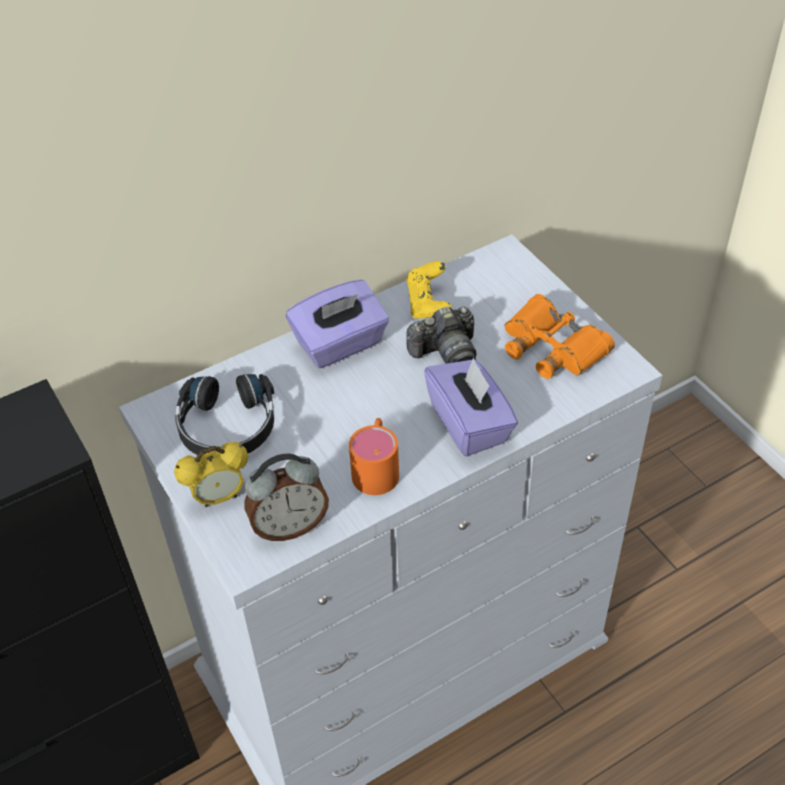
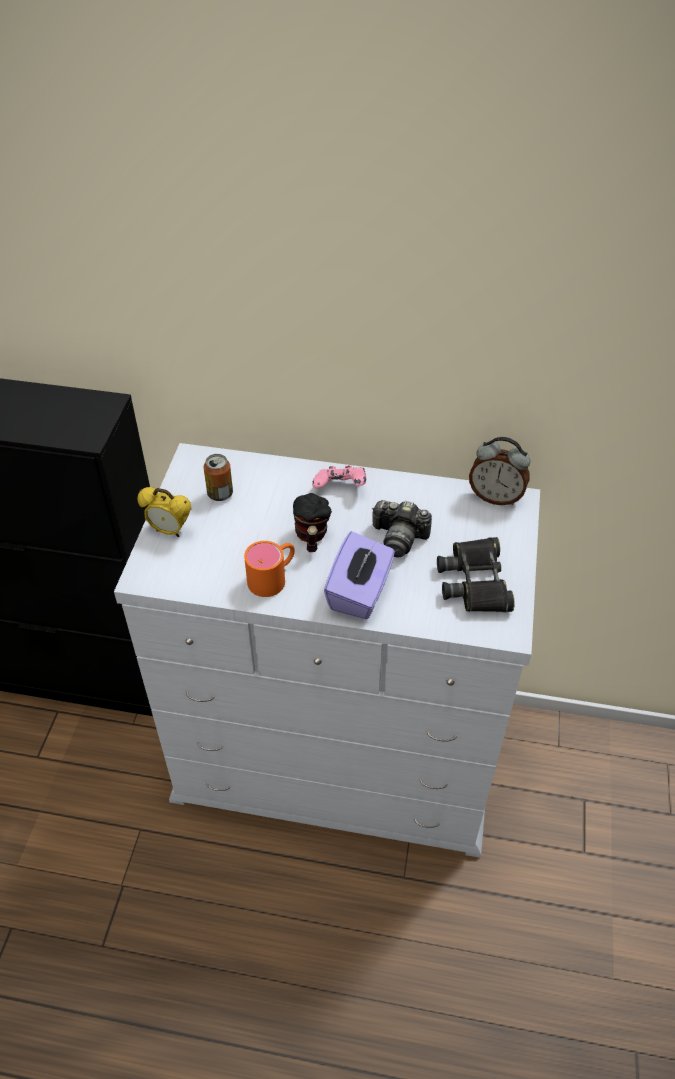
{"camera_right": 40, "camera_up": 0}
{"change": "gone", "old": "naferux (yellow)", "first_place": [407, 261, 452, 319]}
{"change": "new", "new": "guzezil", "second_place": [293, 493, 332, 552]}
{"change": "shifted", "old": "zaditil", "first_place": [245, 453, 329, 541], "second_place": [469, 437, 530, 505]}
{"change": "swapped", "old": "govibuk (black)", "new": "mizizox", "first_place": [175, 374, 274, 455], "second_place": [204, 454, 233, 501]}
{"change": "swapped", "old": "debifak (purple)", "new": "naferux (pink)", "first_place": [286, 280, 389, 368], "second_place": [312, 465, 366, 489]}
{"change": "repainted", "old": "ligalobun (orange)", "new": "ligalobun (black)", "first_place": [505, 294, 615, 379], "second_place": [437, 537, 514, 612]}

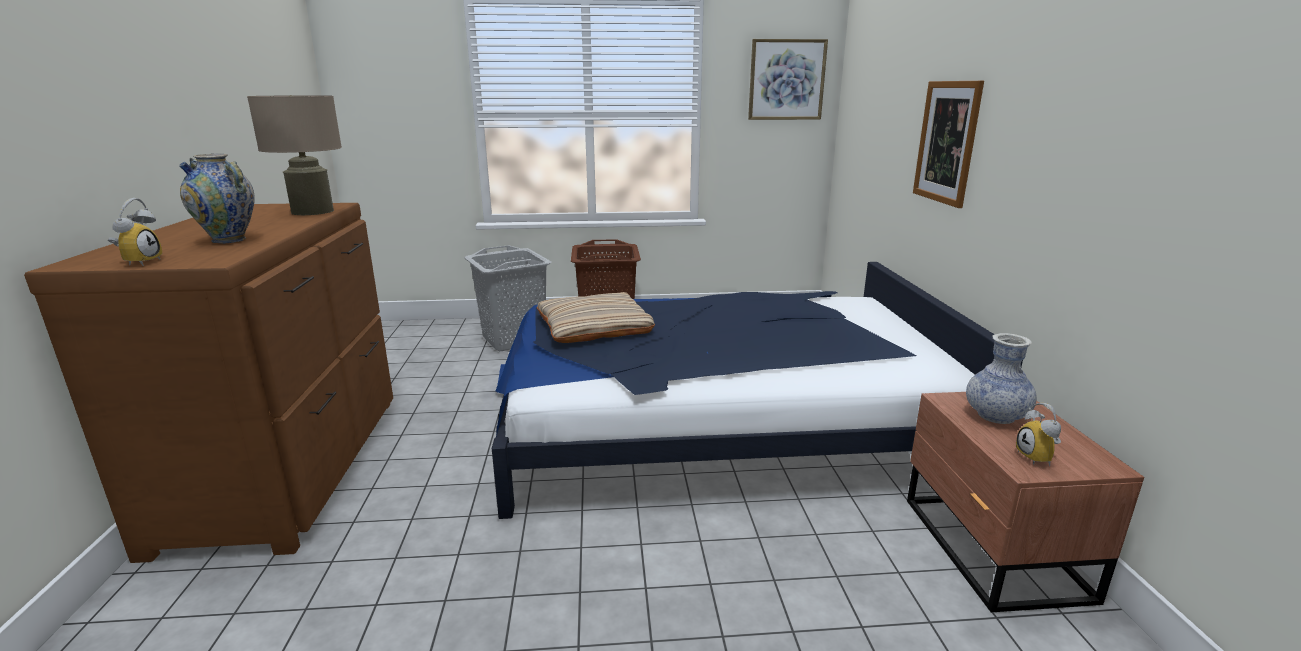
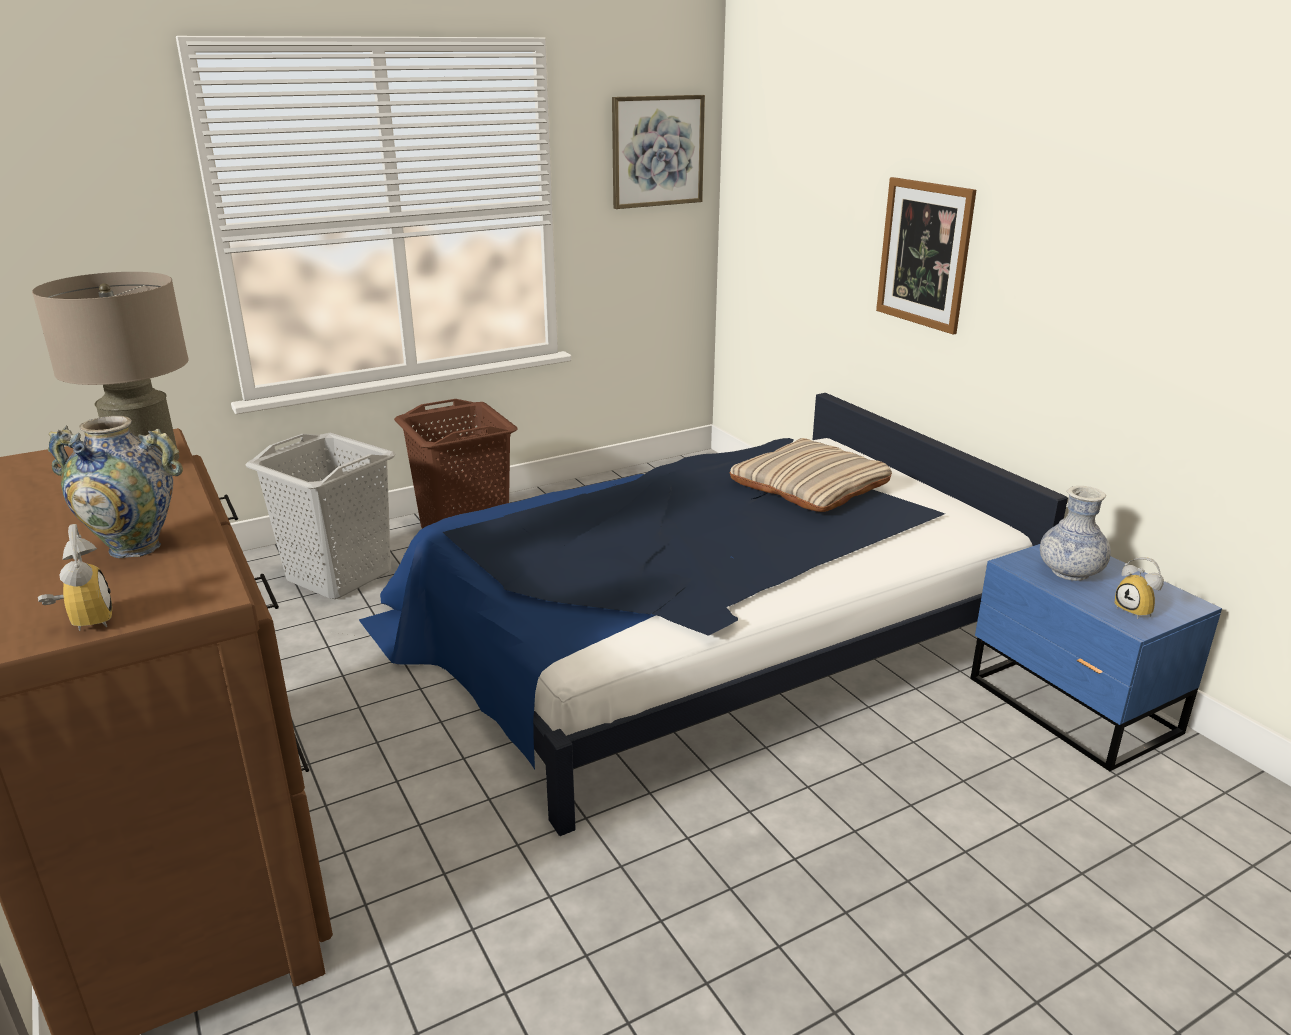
{"camera_right": -25, "camera_up": 5}
{"change": "shifted", "old": "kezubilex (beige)", "first_place": [537, 292, 655, 343], "second_place": [729, 438, 892, 512]}
{"change": "repainted", "old": "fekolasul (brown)", "new": "fekolasul (blue)", "first_place": [907, 392, 1144, 612], "second_place": [970, 544, 1222, 771]}

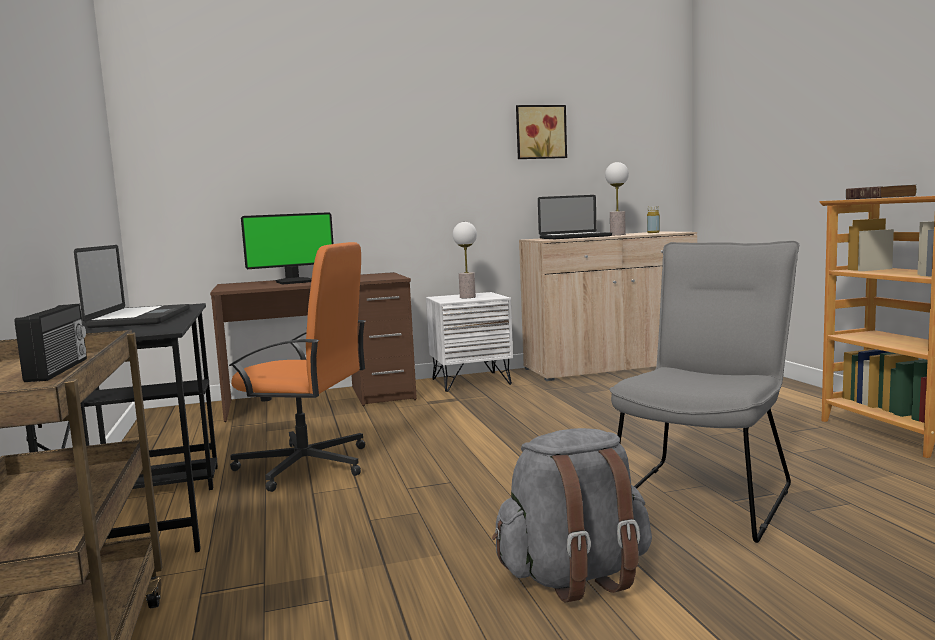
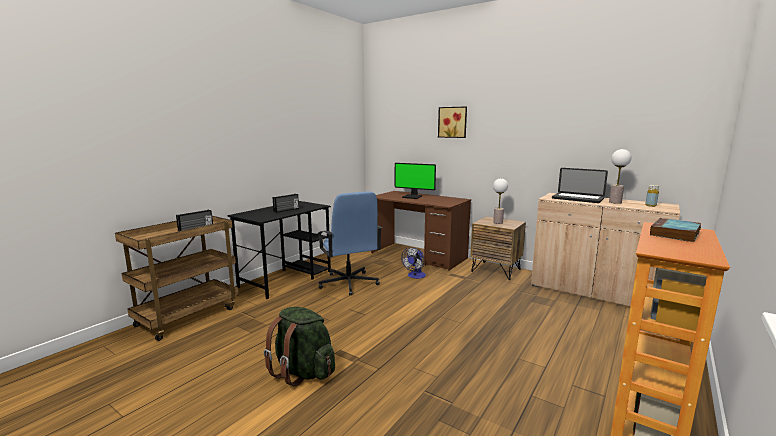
{"camera_right": 50, "camera_up": 5}
{"change": "gone", "old": "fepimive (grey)", "first_place": [609, 241, 799, 543]}
{"change": "new", "new": "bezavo", "second_place": [401, 247, 426, 279]}
{"change": "shifted", "old": "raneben", "first_place": [516, 105, 567, 159], "second_place": [438, 106, 467, 138]}
{"change": "swapped", "old": "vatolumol", "new": "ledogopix", "first_place": [74, 245, 189, 328], "second_place": [273, 194, 299, 213]}
{"change": "repainted", "old": "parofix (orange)", "new": "parofix (blue)", "first_place": [229, 242, 366, 492], "second_place": [317, 191, 382, 295]}
{"change": "repainted", "old": "fekolasul (white)", "new": "fekolasul (brown)", "first_place": [426, 292, 513, 392], "second_place": [470, 216, 526, 280]}
{"change": "repainted", "old": "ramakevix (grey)", "new": "ramakevix (green)", "first_place": [492, 428, 652, 602], "second_place": [264, 307, 335, 387]}

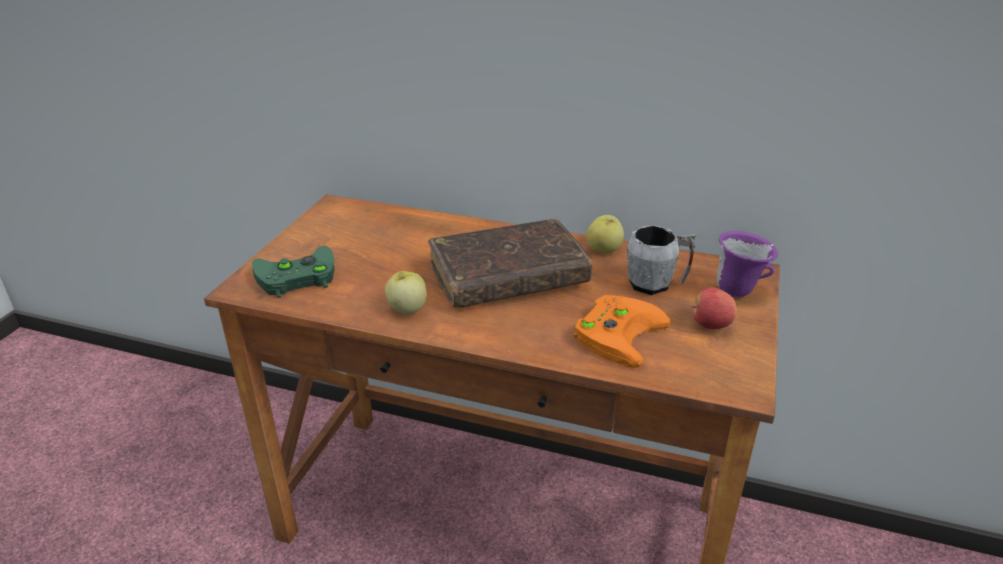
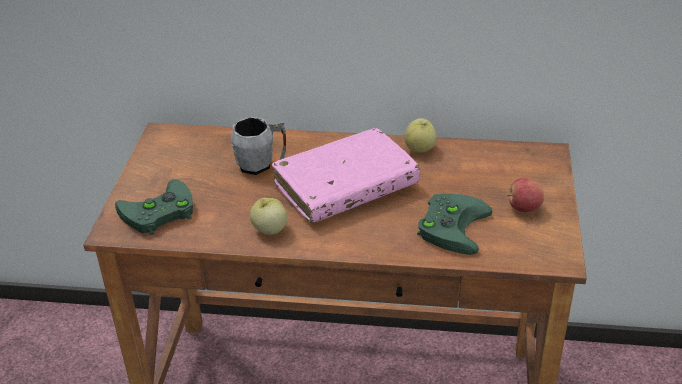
{"camera_right": -10, "camera_up": 5}
{"change": "gone", "old": "guzezil (purple)", "first_place": [717, 231, 778, 298]}
{"change": "shifted", "old": "guzezil (grey)", "first_place": [627, 225, 697, 295], "second_place": [231, 117, 286, 175]}
{"change": "repainted", "old": "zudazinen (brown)", "new": "zudazinen (pink)", "first_place": [428, 219, 593, 308], "second_place": [272, 128, 420, 223]}
{"change": "repainted", "old": "naferux (orange)", "new": "naferux (green)", "first_place": [574, 295, 670, 368], "second_place": [417, 194, 492, 255]}

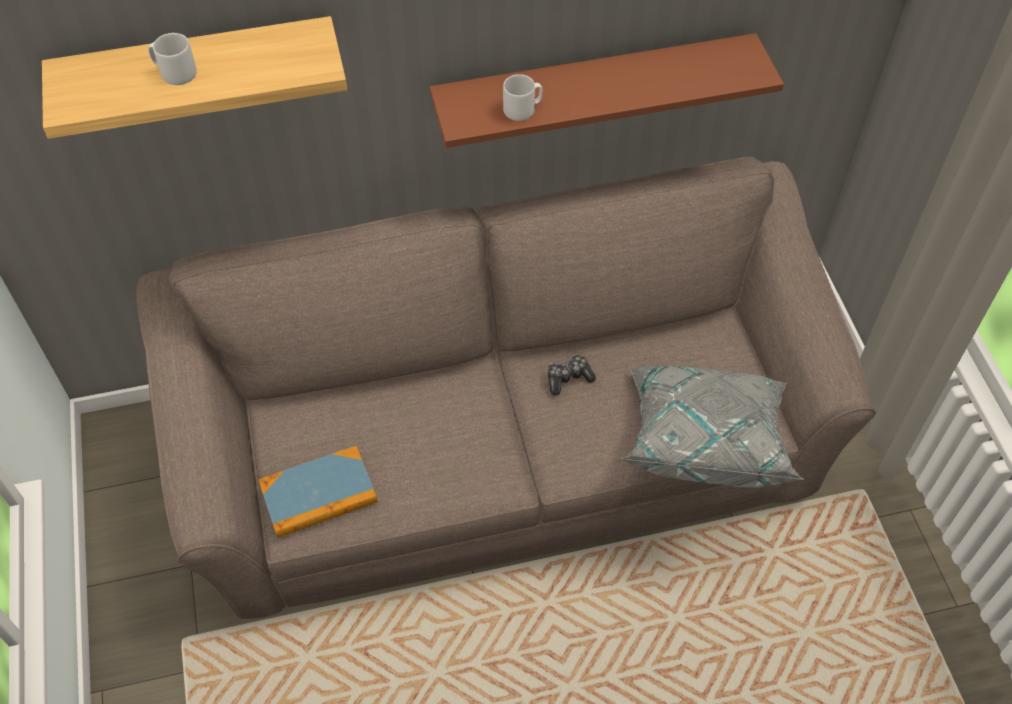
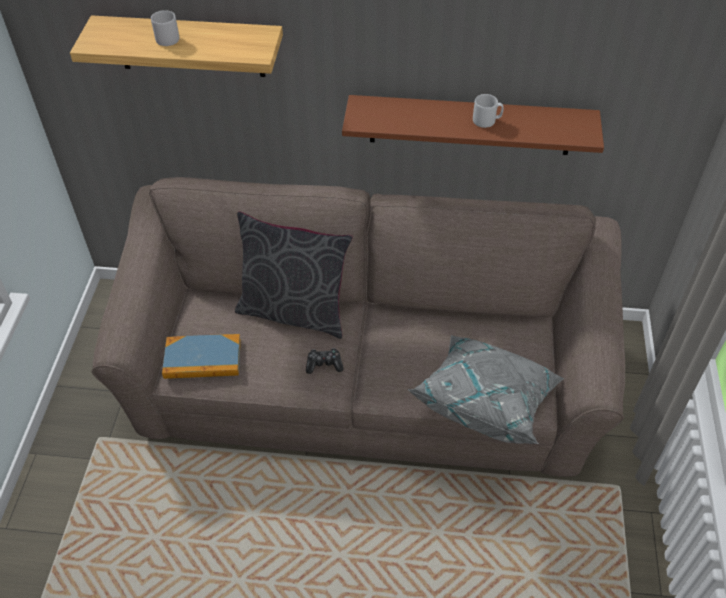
{"camera_right": 20, "camera_up": -5}
{"change": "new", "new": "kezubilex (grey)", "second_place": [235, 211, 352, 339]}
{"change": "shifted", "old": "guzezil (grey)", "first_place": [503, 74, 543, 121], "second_place": [473, 94, 504, 128]}
{"change": "shifted", "old": "naferux", "first_place": [548, 354, 596, 396], "second_place": [306, 348, 344, 374]}

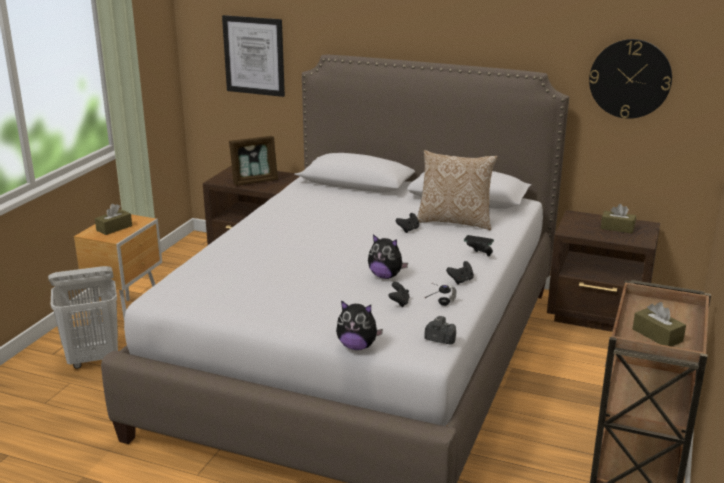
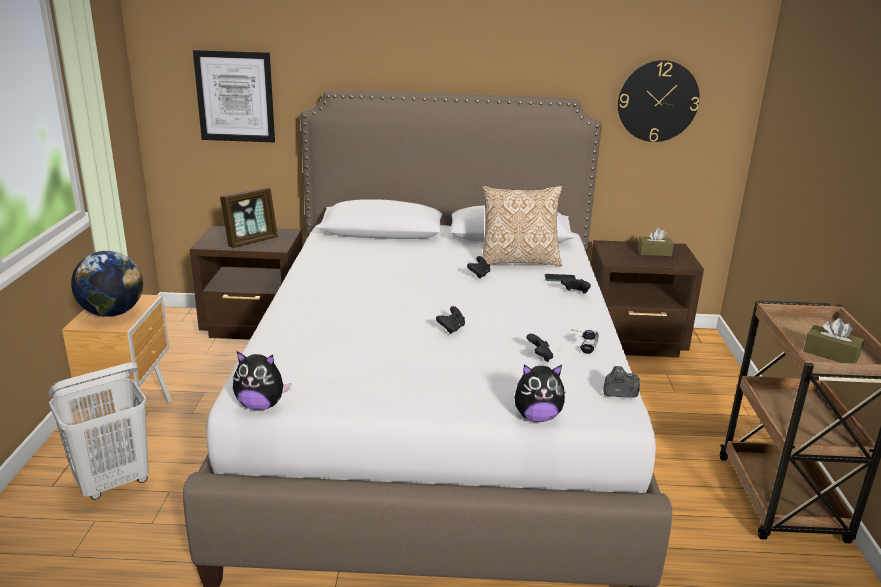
{"camera_right": -20, "camera_up": 0}
{"change": "shifted", "old": "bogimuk", "first_place": [368, 234, 408, 279], "second_place": [233, 351, 291, 411]}
{"change": "shifted", "old": "naferux (black)", "first_place": [446, 261, 474, 285], "second_place": [436, 306, 465, 334]}
{"change": "swapped", "old": "debifak (brown)", "new": "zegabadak", "first_place": [95, 204, 132, 235], "second_place": [71, 251, 143, 317]}

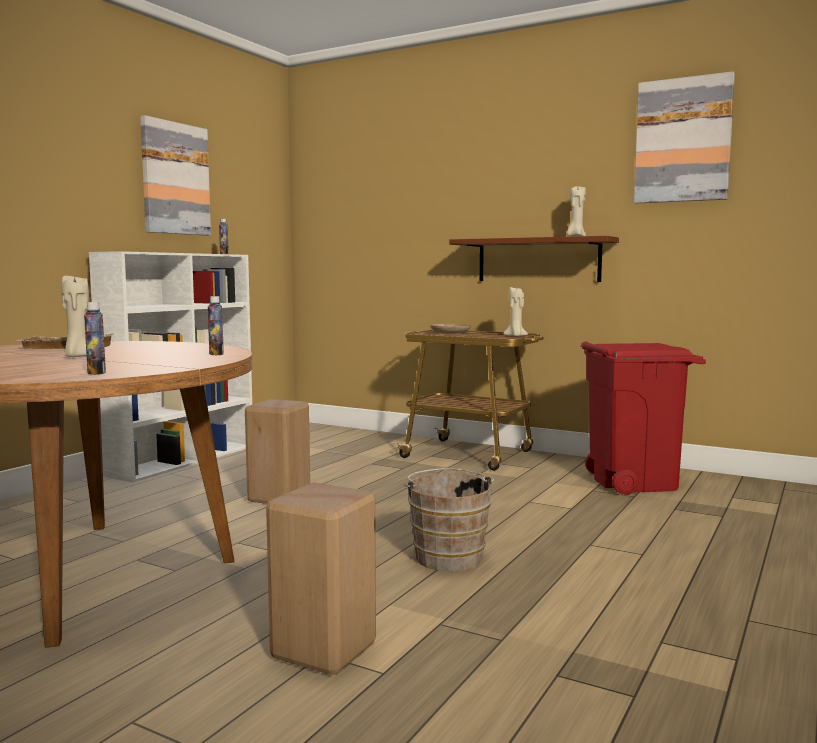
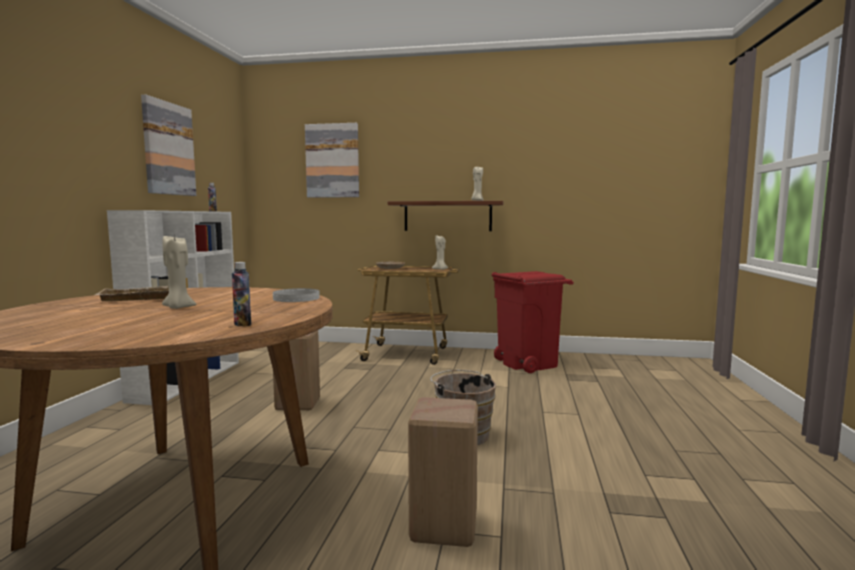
{"camera_right": -20, "camera_up": 0}
{"change": "shifted", "old": "raneben", "first_place": [634, 71, 735, 204], "second_place": [305, 123, 359, 198]}
{"change": "swapped", "old": "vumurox", "new": "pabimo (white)", "first_place": [208, 296, 224, 355], "second_place": [273, 288, 320, 302]}

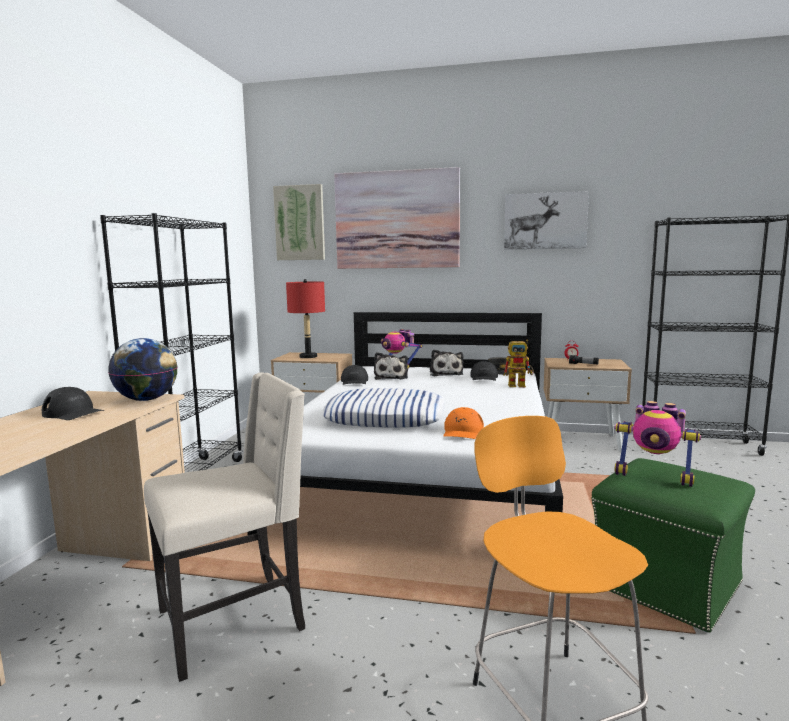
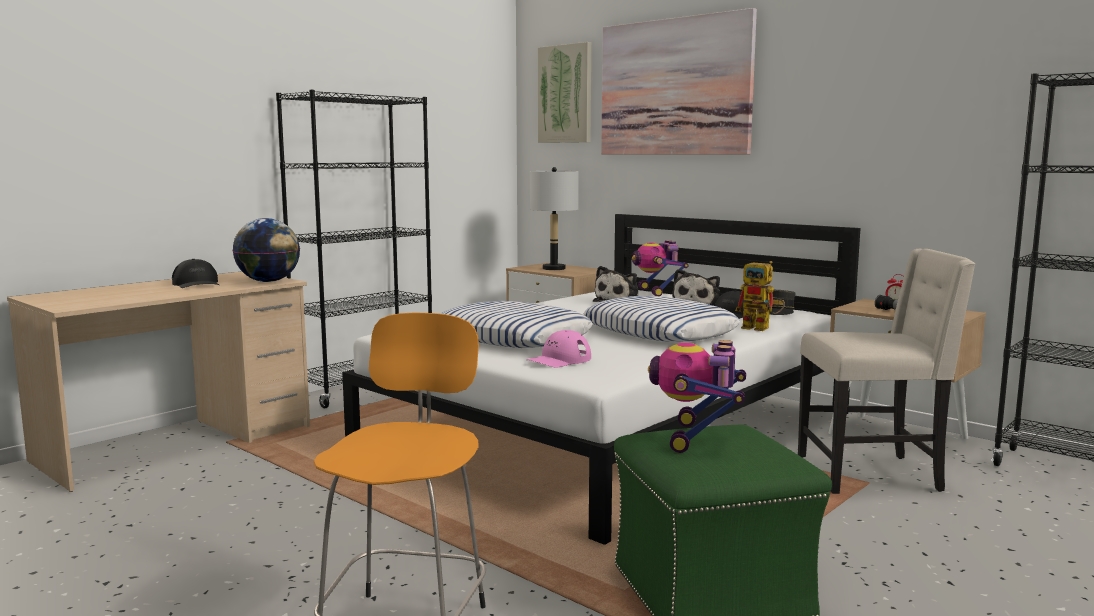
{"camera_right": 30, "camera_up": 0}
{"change": "gone", "old": "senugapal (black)", "first_place": [341, 365, 368, 385]}
{"change": "gone", "old": "raneben", "first_place": [504, 191, 589, 250]}
{"change": "new", "new": "kezubilex", "second_place": [584, 296, 740, 342]}
{"change": "shifted", "old": "fepimive (beige)", "first_place": [144, 372, 305, 682], "second_place": [798, 249, 976, 494]}
{"change": "repainted", "old": "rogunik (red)", "new": "rogunik (grey)", "first_place": [286, 279, 325, 358], "second_place": [530, 167, 579, 270]}
{"change": "repainted", "old": "senugapal (orange)", "new": "senugapal (pink)", "first_place": [443, 407, 484, 439], "second_place": [526, 330, 591, 368]}
{"change": "rotated", "old": "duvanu", "first_place": [614, 401, 701, 487], "second_place": [648, 340, 746, 453], "degrees": 45}

